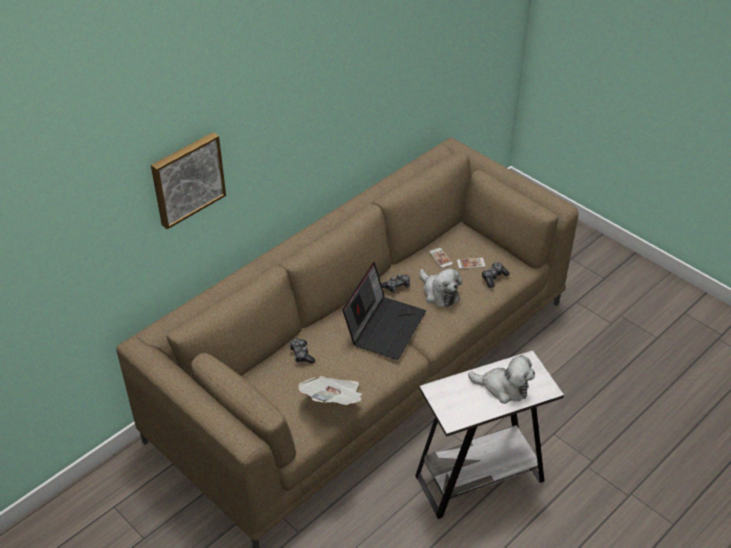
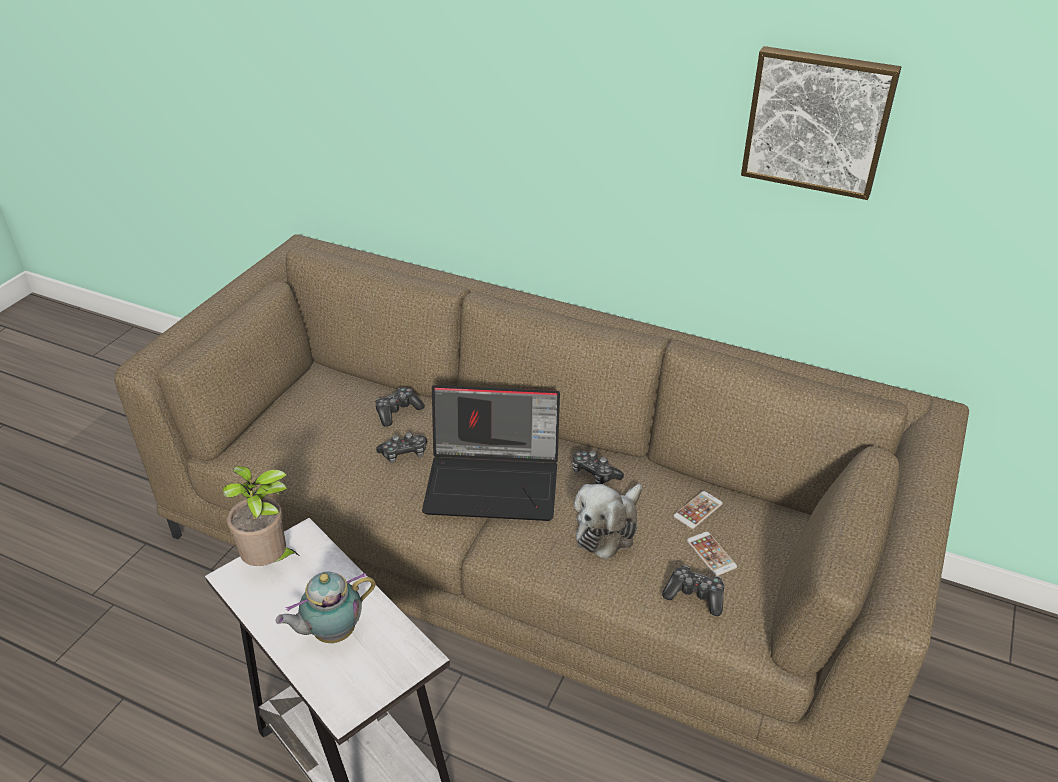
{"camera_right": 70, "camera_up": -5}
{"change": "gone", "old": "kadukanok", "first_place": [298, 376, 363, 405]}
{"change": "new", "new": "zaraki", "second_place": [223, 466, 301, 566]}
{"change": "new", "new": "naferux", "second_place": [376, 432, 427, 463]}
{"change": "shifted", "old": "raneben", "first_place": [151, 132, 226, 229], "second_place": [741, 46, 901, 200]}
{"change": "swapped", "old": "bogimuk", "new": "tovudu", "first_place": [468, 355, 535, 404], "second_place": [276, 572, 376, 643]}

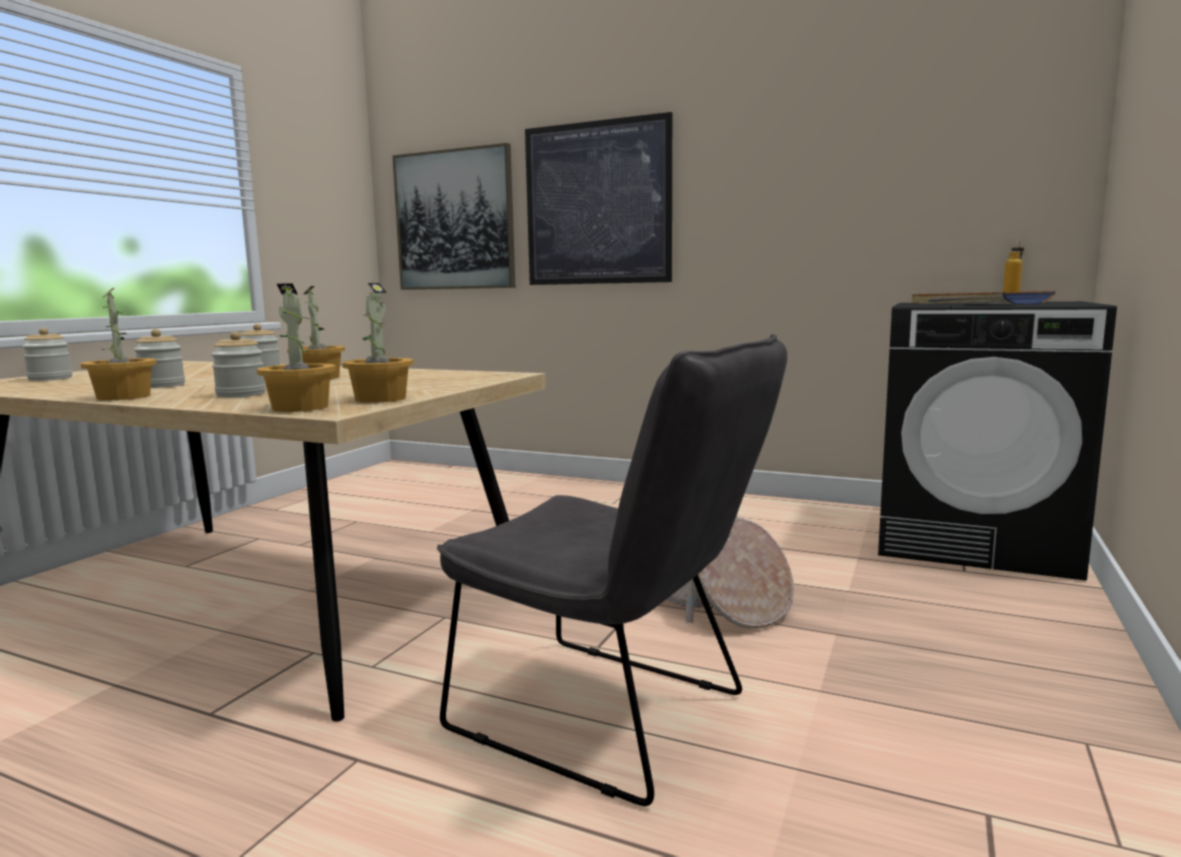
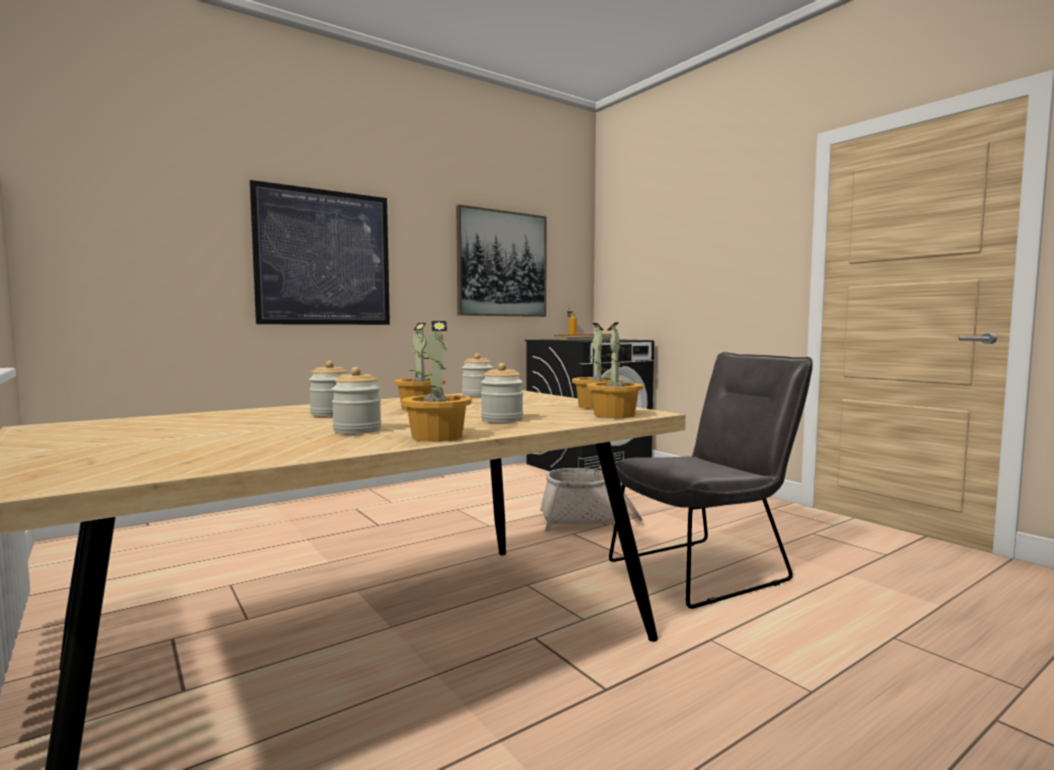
{"camera_right": -60, "camera_up": -5}
{"change": "shifted", "old": "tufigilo", "first_place": [22, 328, 72, 381], "second_place": [462, 353, 493, 397]}
{"change": "shifted", "old": "raneben", "first_place": [392, 143, 515, 290], "second_place": [456, 205, 547, 317]}

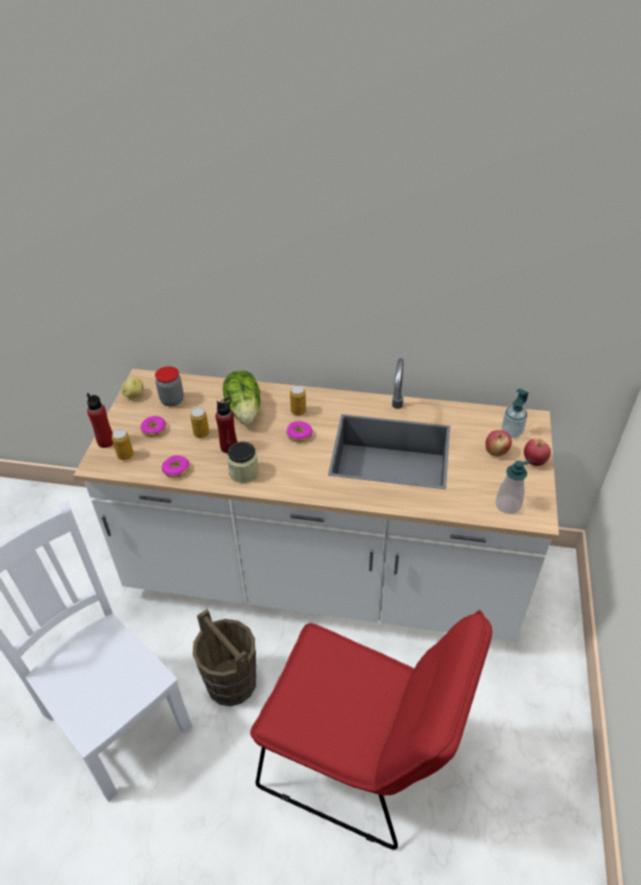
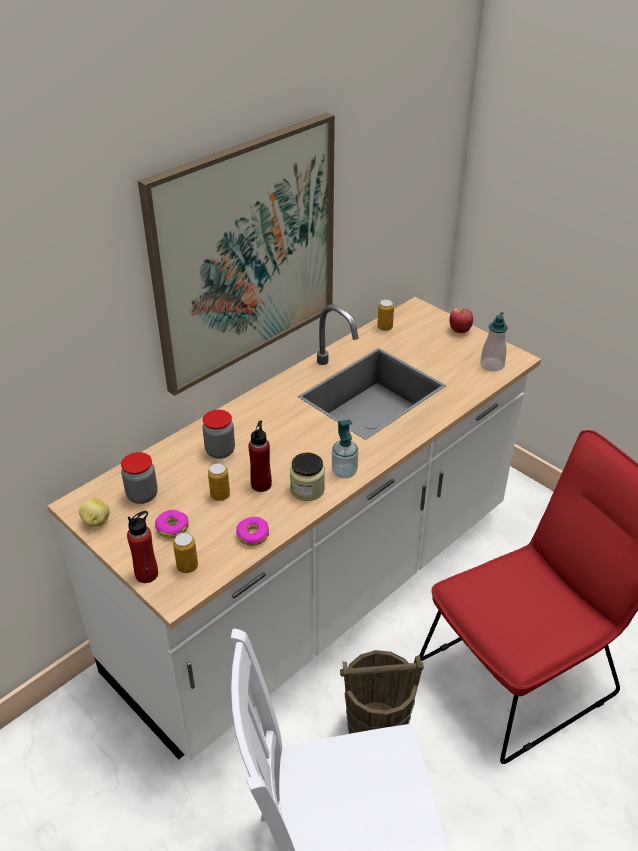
{"camera_right": -55, "camera_up": -5}
{"change": "gone", "old": "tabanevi", "first_place": [286, 421, 313, 443]}
{"change": "gone", "old": "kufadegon", "first_place": [485, 430, 512, 456]}
{"change": "new", "new": "raneben", "second_place": [138, 112, 335, 396]}
{"change": "shifted", "old": "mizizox", "first_place": [290, 385, 306, 415], "second_place": [377, 299, 394, 331]}
{"change": "shifted", "old": "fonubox", "first_place": [502, 388, 528, 438], "second_place": [332, 420, 358, 479]}
{"change": "swapped", "old": "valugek", "new": "tufigilo", "first_place": [223, 370, 260, 424], "second_place": [203, 410, 235, 459]}

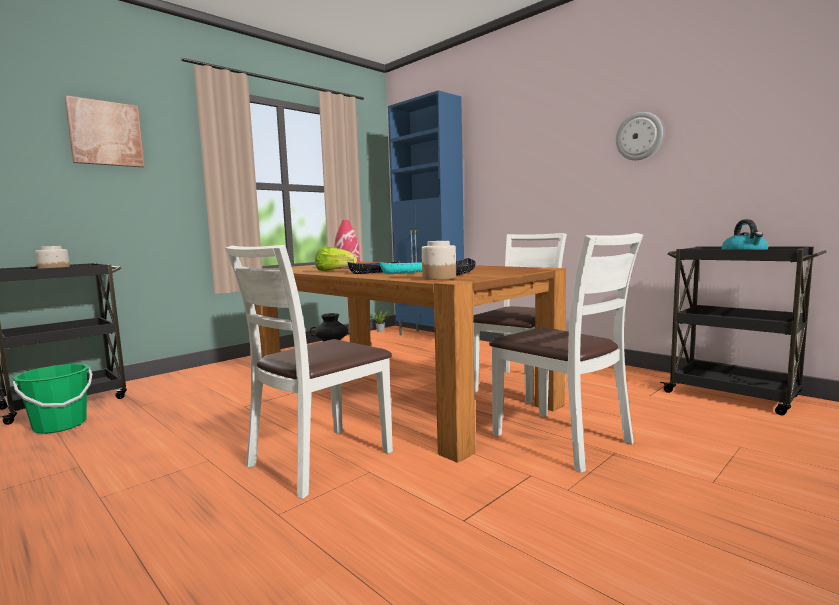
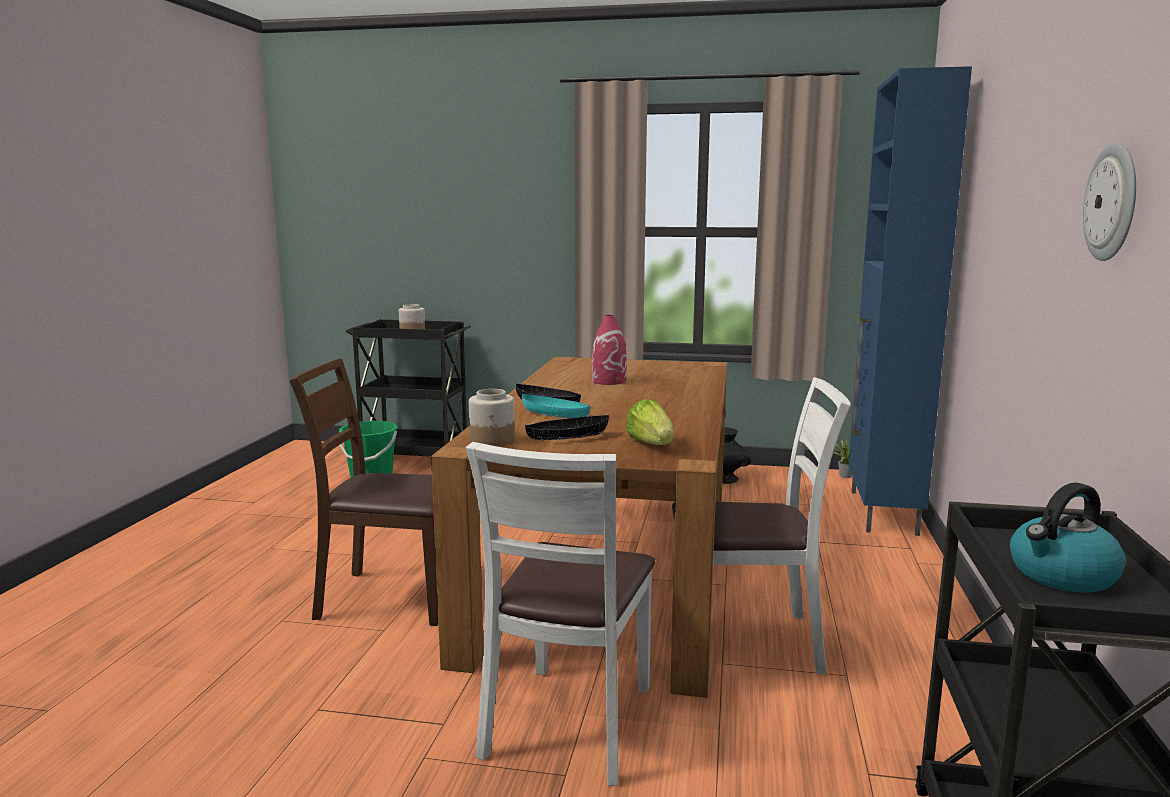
{"camera_right": 55, "camera_up": 5}
{"change": "gone", "old": "raneben", "first_place": [64, 95, 145, 167]}
{"change": "shifted", "old": "valugek", "first_place": [315, 247, 357, 272], "second_place": [626, 399, 674, 445]}
{"change": "repainted", "old": "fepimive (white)", "new": "fepimive (brown)", "first_place": [225, 245, 393, 499], "second_place": [289, 358, 438, 626]}

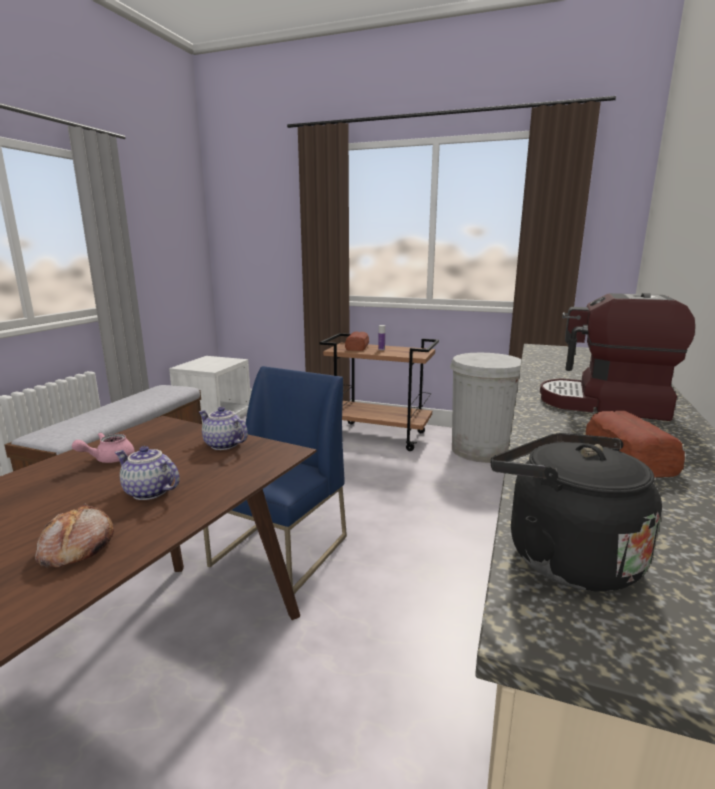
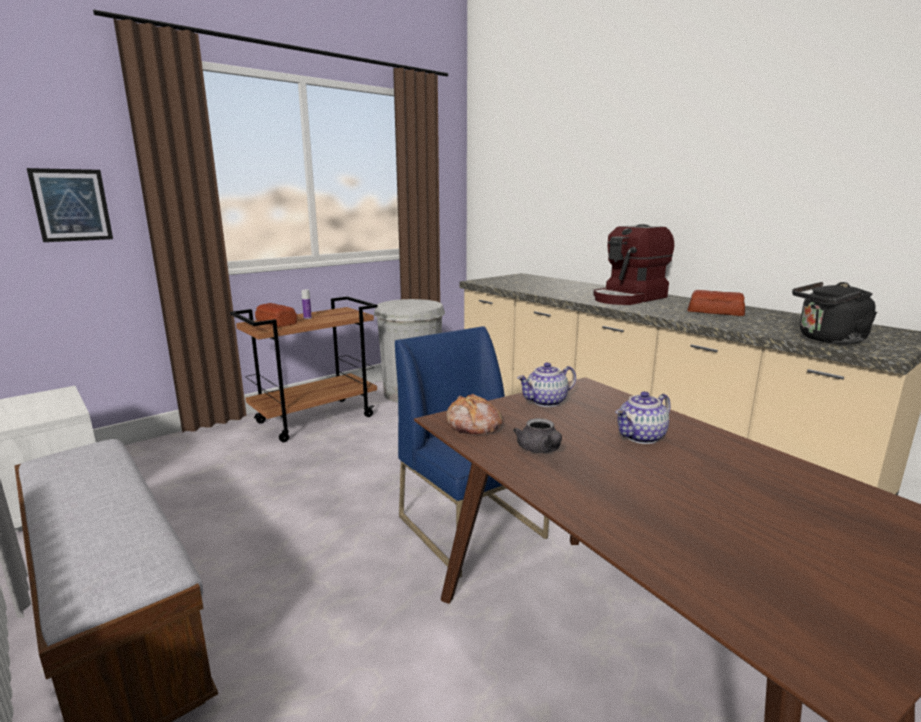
{"camera_right": -60, "camera_up": 0}
{"change": "new", "new": "raneben", "second_place": [27, 168, 113, 242]}
{"change": "shifted", "old": "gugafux", "first_place": [35, 504, 114, 568], "second_place": [447, 394, 503, 434]}
{"change": "repainted", "old": "tovudu (pink)", "new": "tovudu (grey)", "first_place": [72, 432, 134, 463], "second_place": [513, 418, 562, 453]}

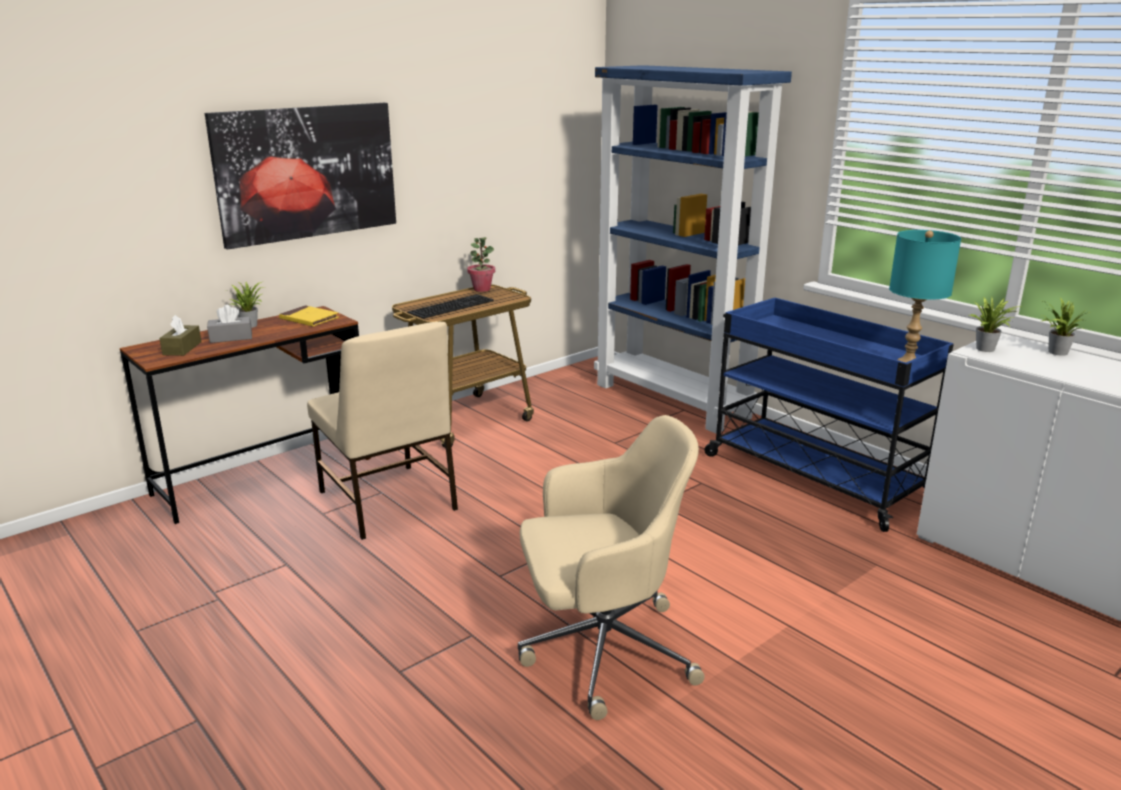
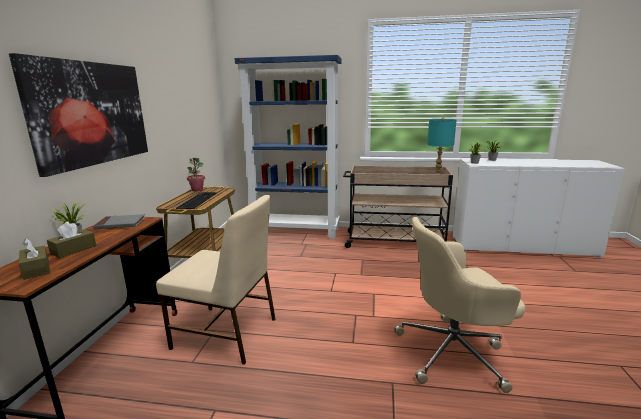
{"camera_right": -40, "camera_up": -5}
{"change": "repainted", "old": "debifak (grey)", "new": "debifak (brown)", "first_place": [207, 305, 252, 343], "second_place": [47, 222, 96, 258]}
{"change": "repainted", "old": "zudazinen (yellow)", "new": "zudazinen (grey)", "first_place": [279, 305, 339, 326], "second_place": [93, 214, 146, 229]}
{"change": "repainted", "old": "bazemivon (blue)", "new": "bazemivon (beige)", "first_place": [704, 298, 954, 532], "second_place": [343, 166, 453, 248]}
{"change": "rotated", "old": "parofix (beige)", "first_place": [518, 415, 705, 720], "second_place": [394, 217, 525, 393], "degrees": -135}

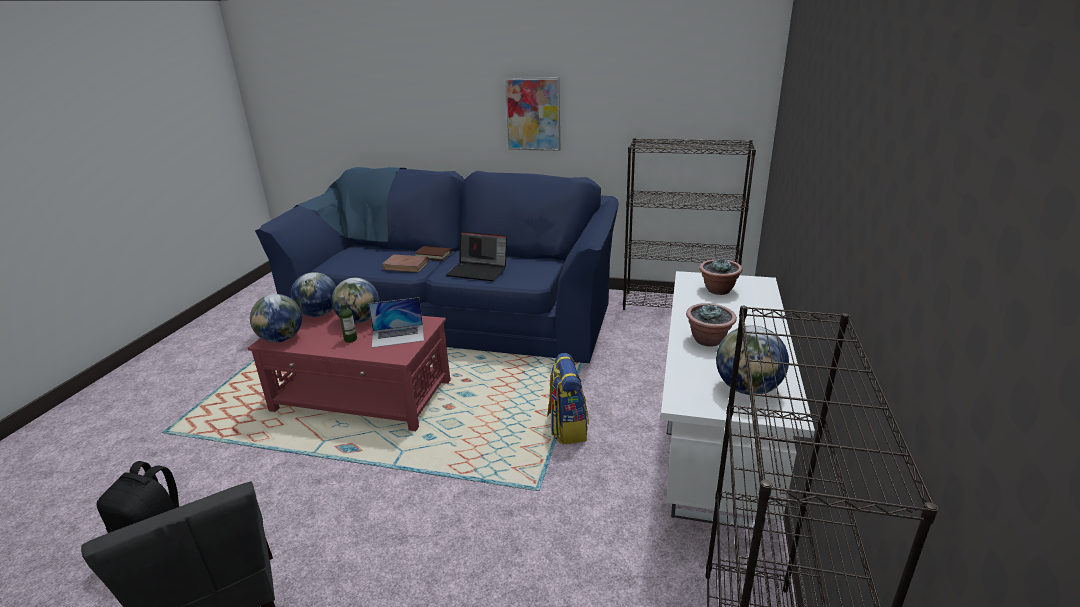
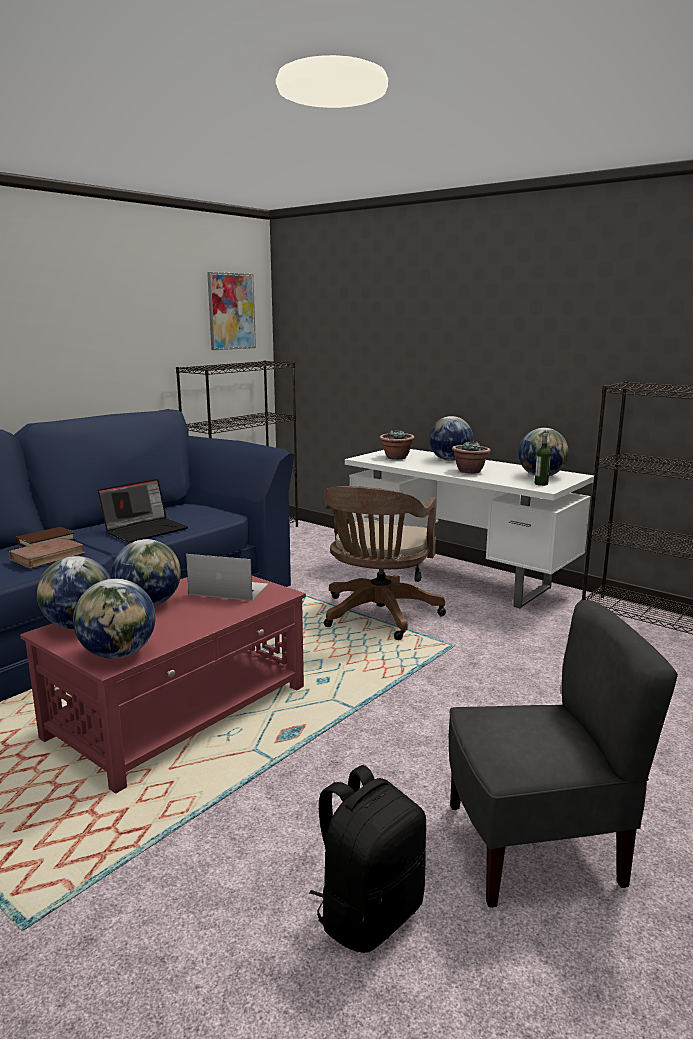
{"camera_right": -65, "camera_up": -10}
{"change": "new", "new": "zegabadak", "second_place": [429, 416, 473, 461]}
{"change": "shifted", "old": "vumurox", "first_place": [339, 296, 357, 343], "second_place": [535, 433, 551, 486]}
{"change": "shifted", "old": "raneben", "first_place": [505, 77, 560, 151], "second_place": [207, 272, 256, 350]}
{"change": "swapped", "old": "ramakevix", "new": "parofix (brown)", "first_place": [547, 353, 589, 444], "second_place": [324, 486, 446, 640]}
{"change": "rotated", "old": "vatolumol", "first_place": [368, 297, 424, 348], "second_place": [186, 554, 268, 601], "degrees": -90}

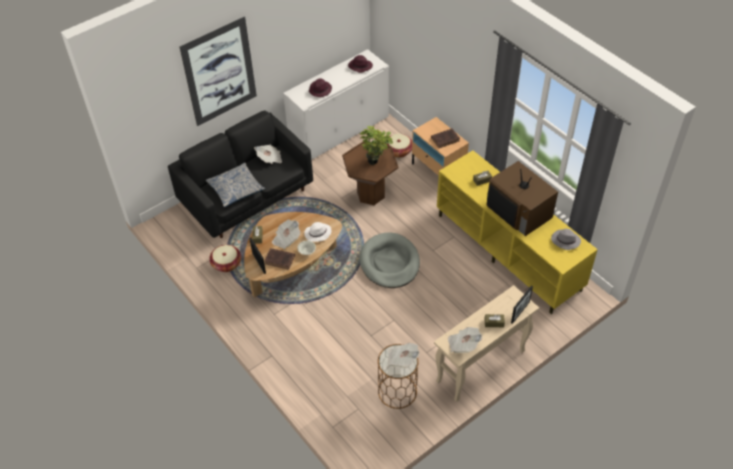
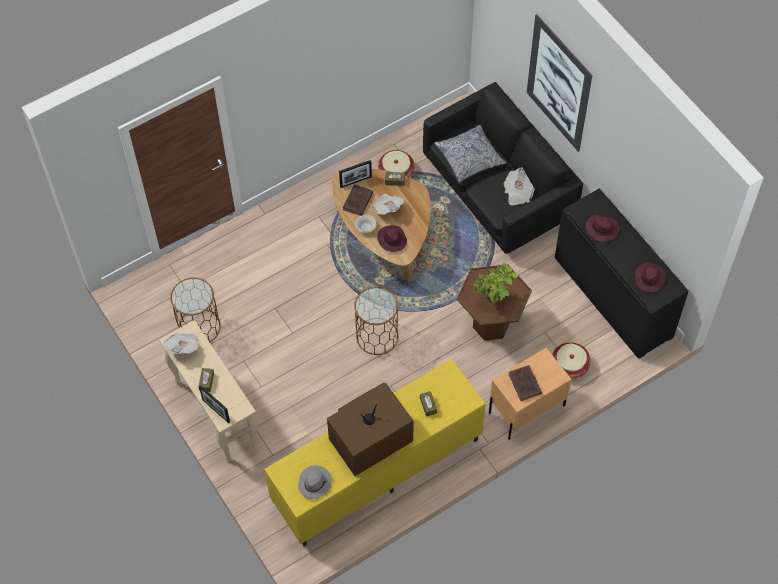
{"camera_right": 95, "camera_up": 10}
{"change": "gone", "old": "kadukanok", "first_place": [388, 343, 420, 368]}
{"change": "swapped", "old": "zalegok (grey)", "new": "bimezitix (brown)", "first_place": [360, 232, 420, 288], "second_place": [354, 287, 398, 355]}
{"change": "repainted", "old": "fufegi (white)", "new": "fufegi (black)", "first_place": [283, 49, 389, 159], "second_place": [555, 188, 689, 358]}
{"change": "repainted", "old": "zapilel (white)", "new": "zapilel (purple)", "first_place": [304, 222, 332, 242], "second_place": [377, 225, 407, 252]}

